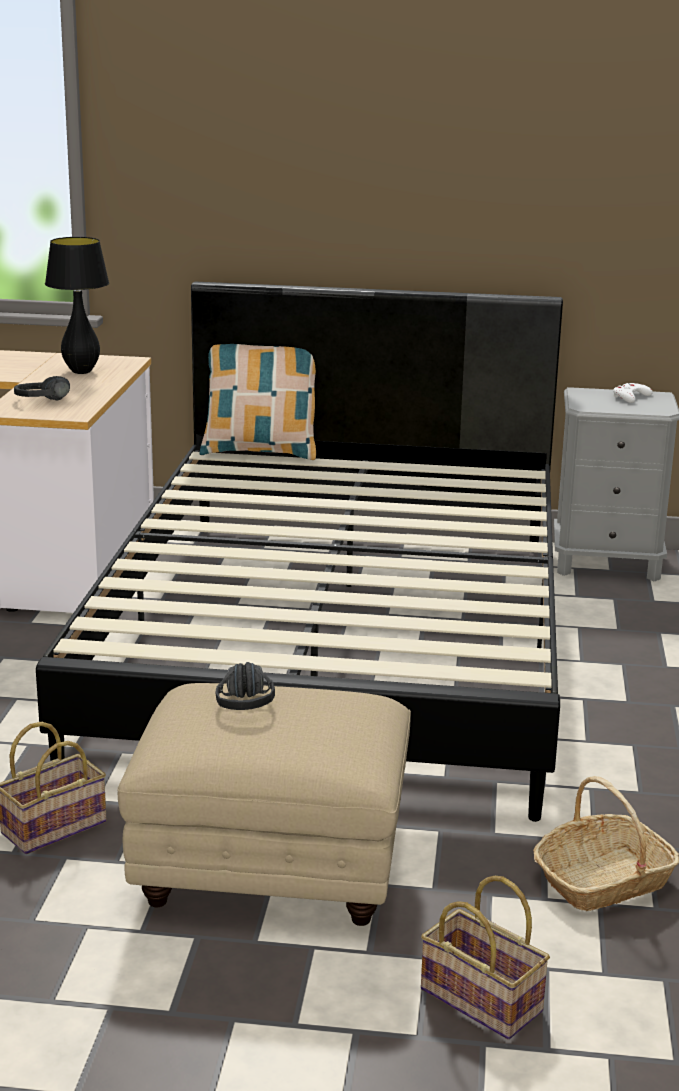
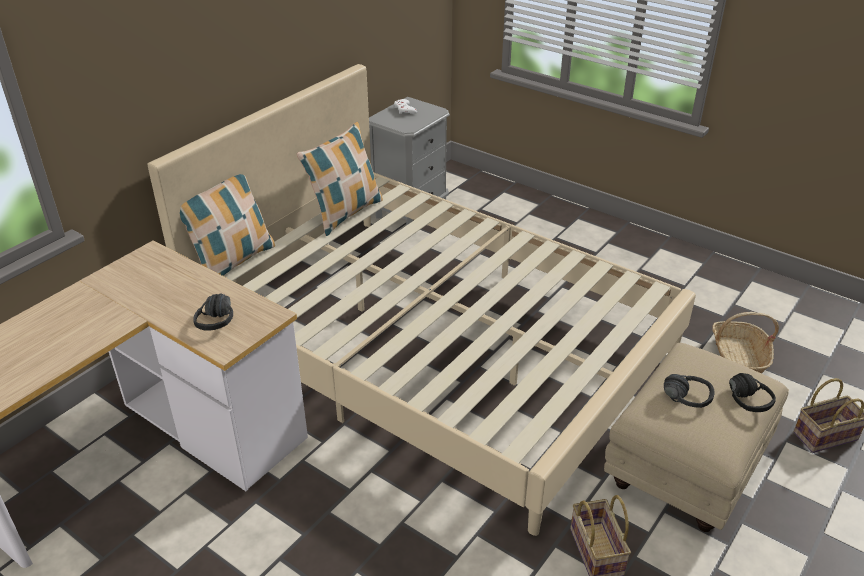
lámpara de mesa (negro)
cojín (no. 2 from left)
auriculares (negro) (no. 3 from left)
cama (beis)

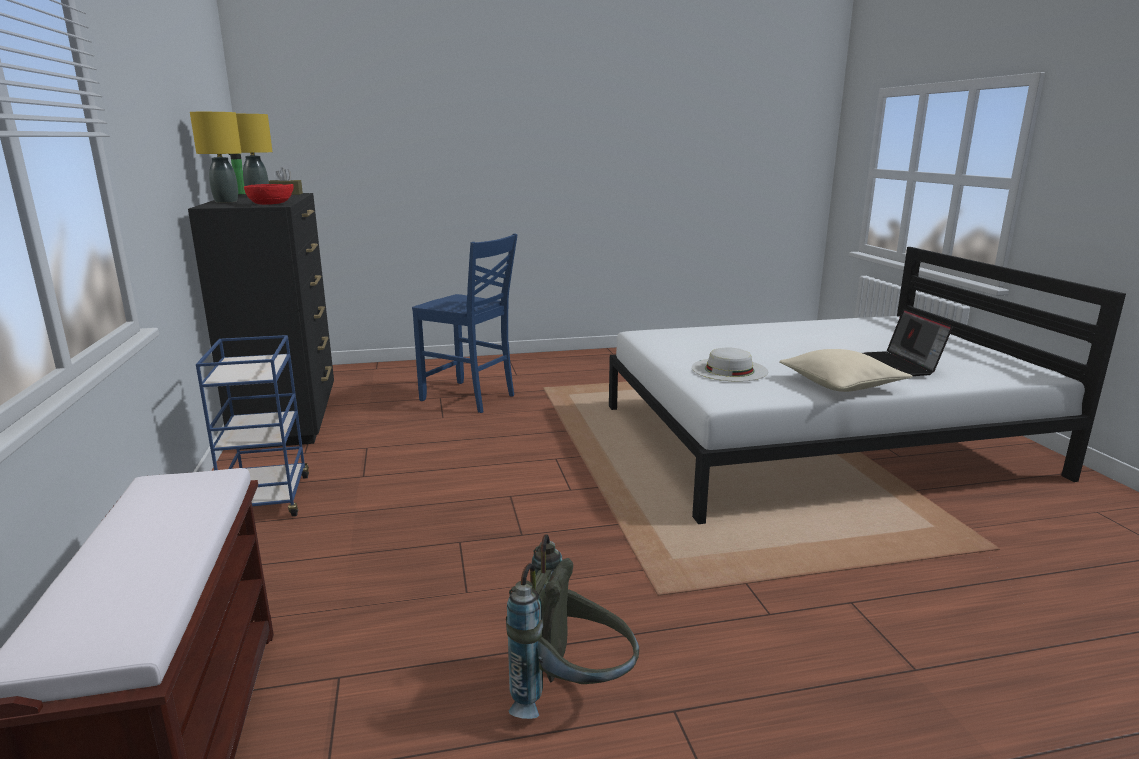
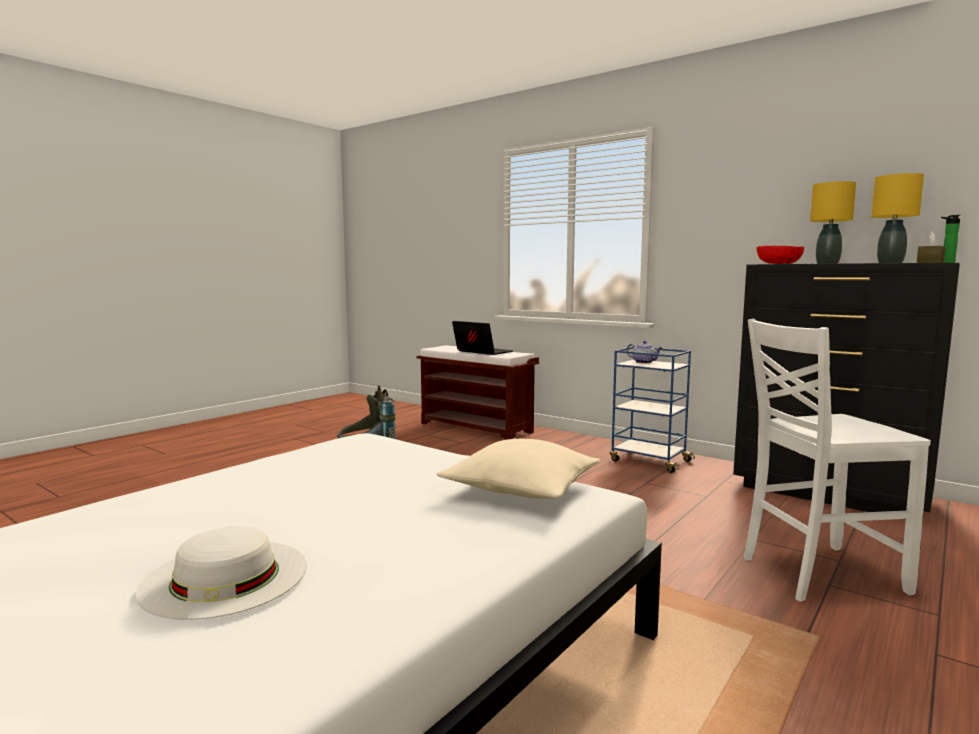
tetera
sombrero (blanco)
cojín (beis)
portátil
silla (blanco)

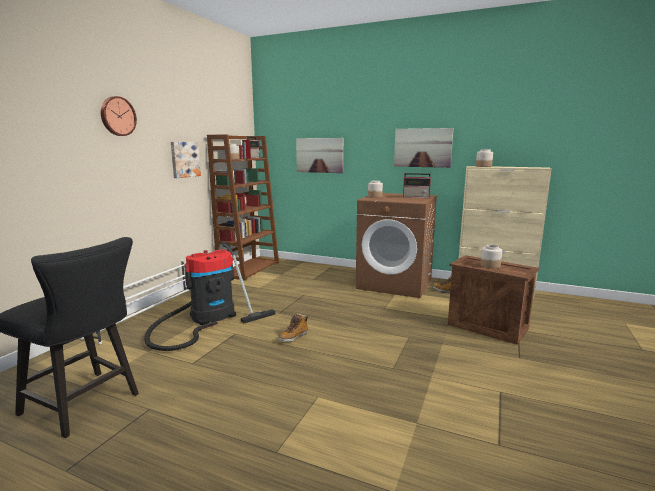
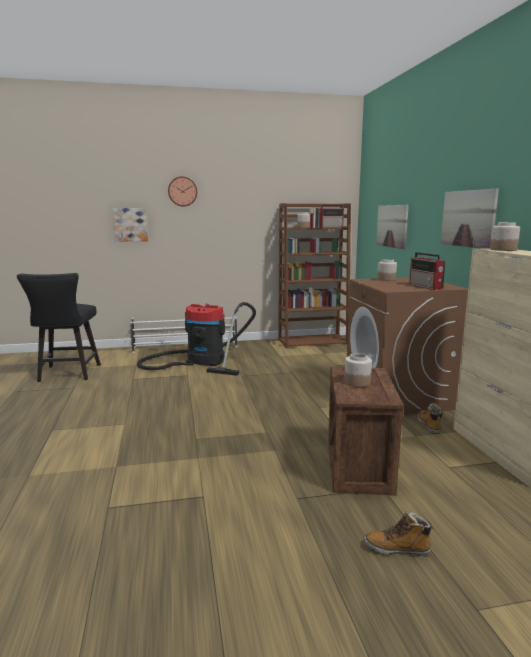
cuadro (no. 1 from left)
bota (no. 1 from left)

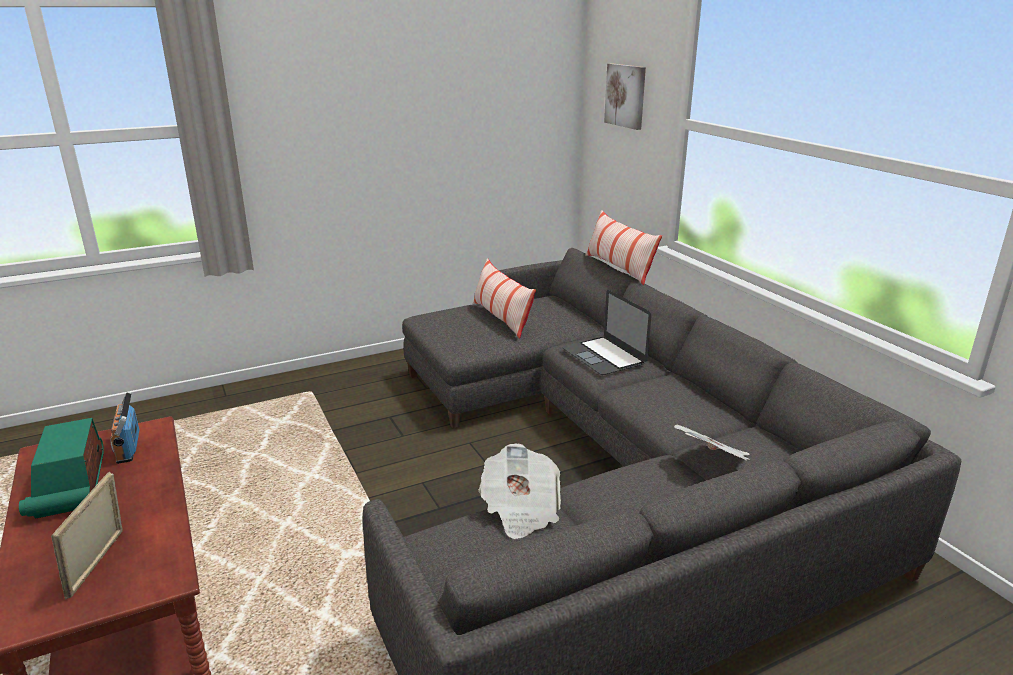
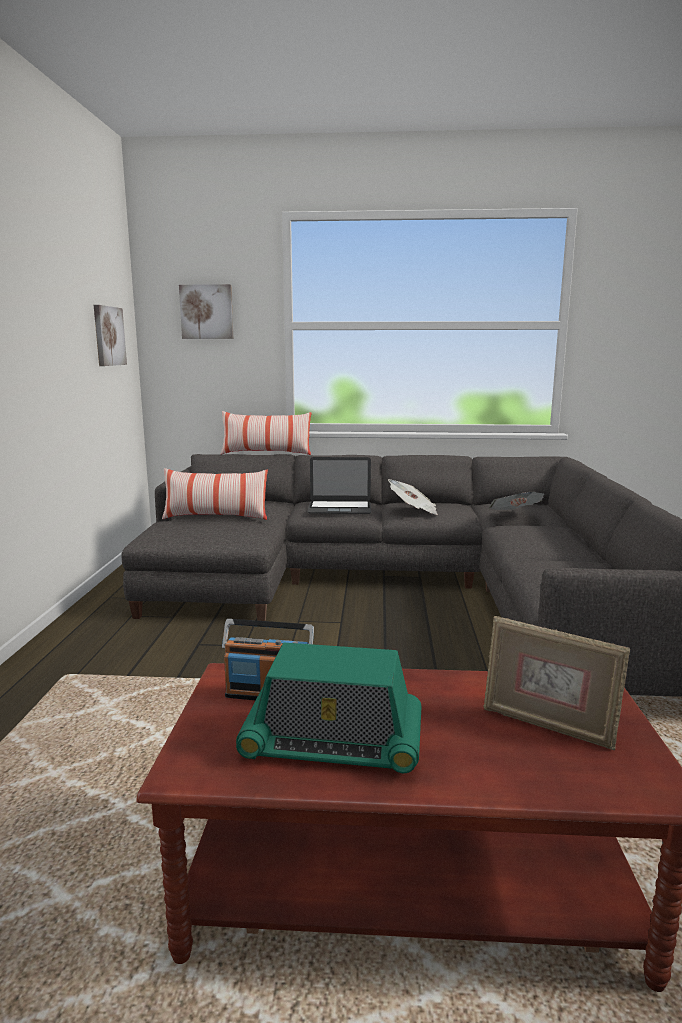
cuadro (no. 1 from left)
periódico (no. 1 from left)

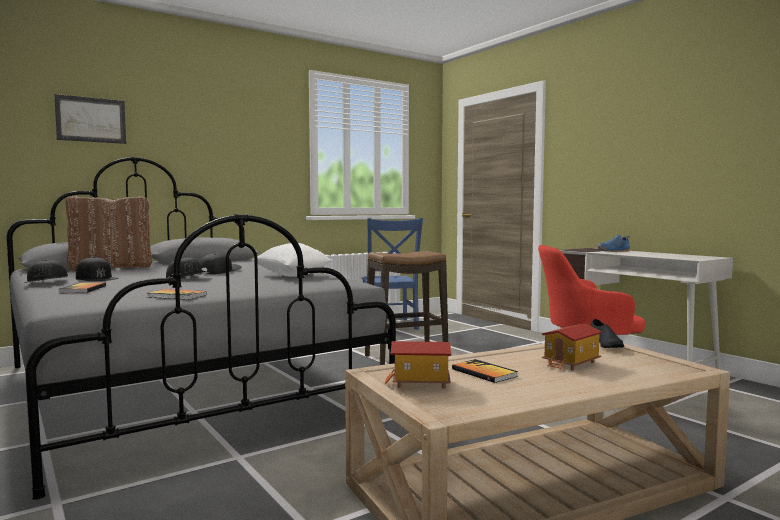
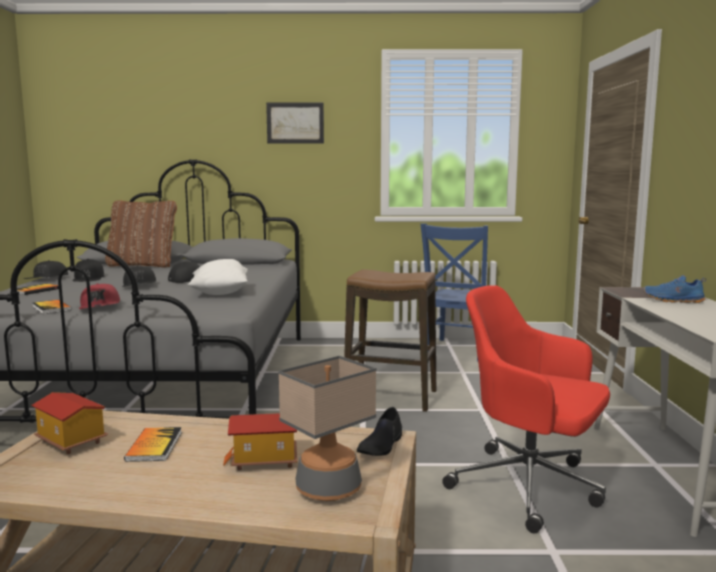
gorra (rojo)
lámpara de mesa
cuadro

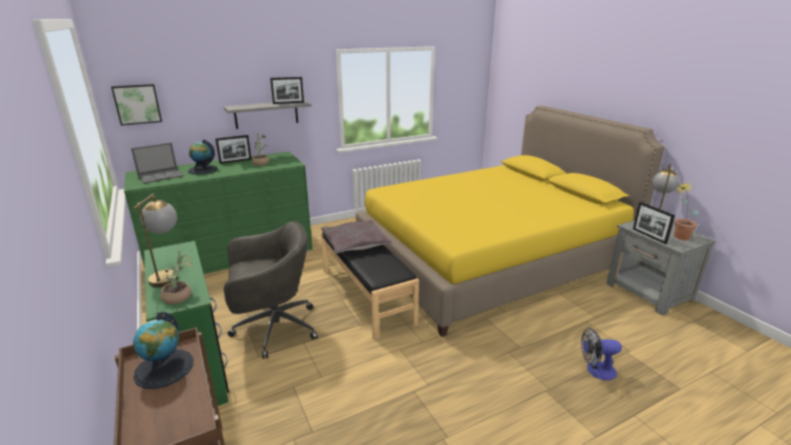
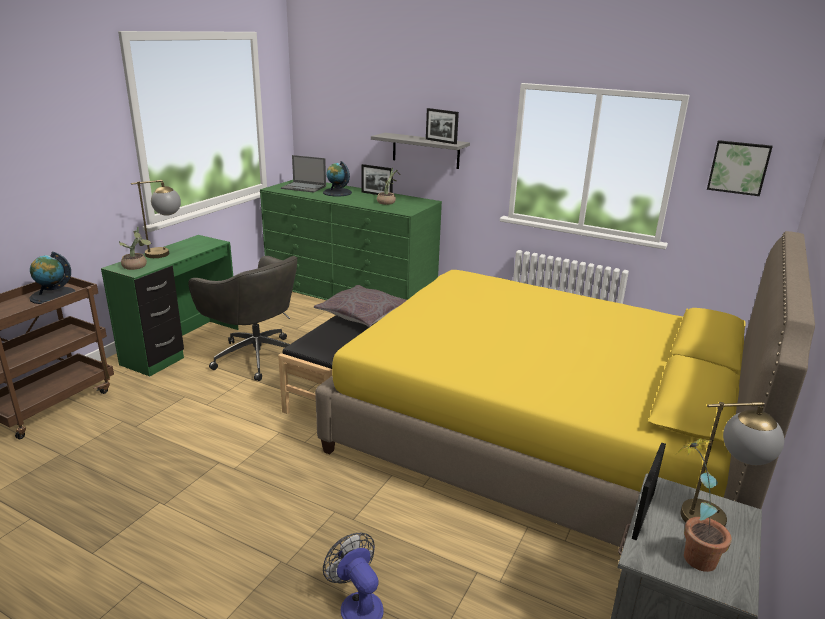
cuadro

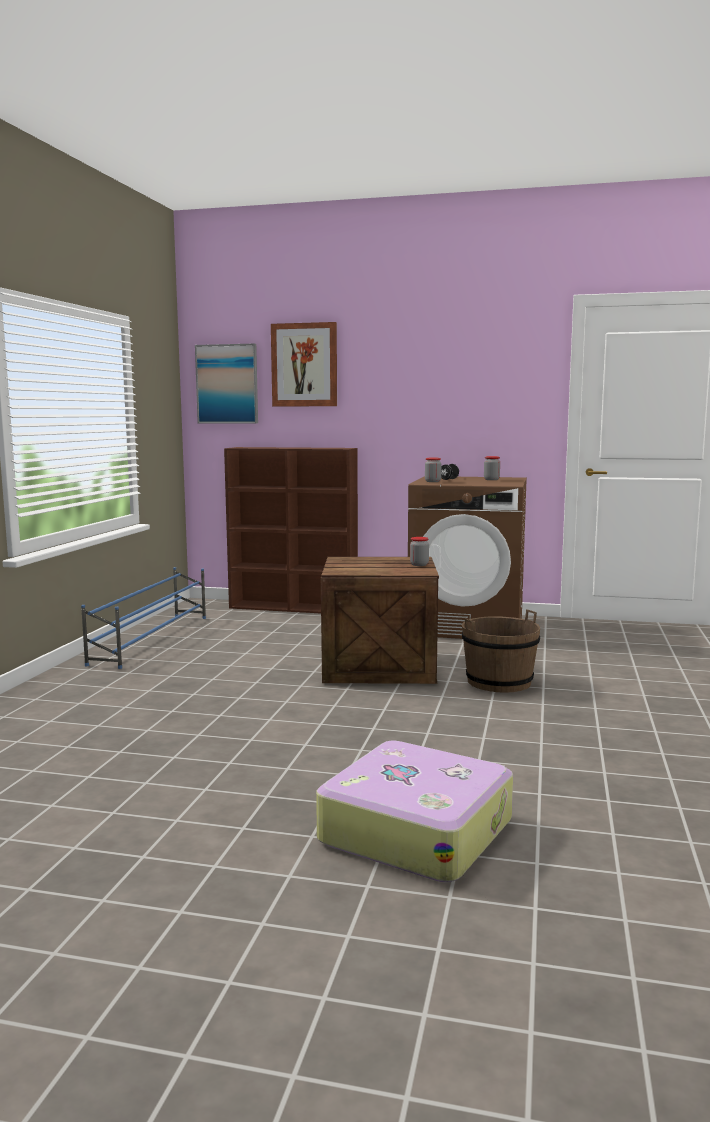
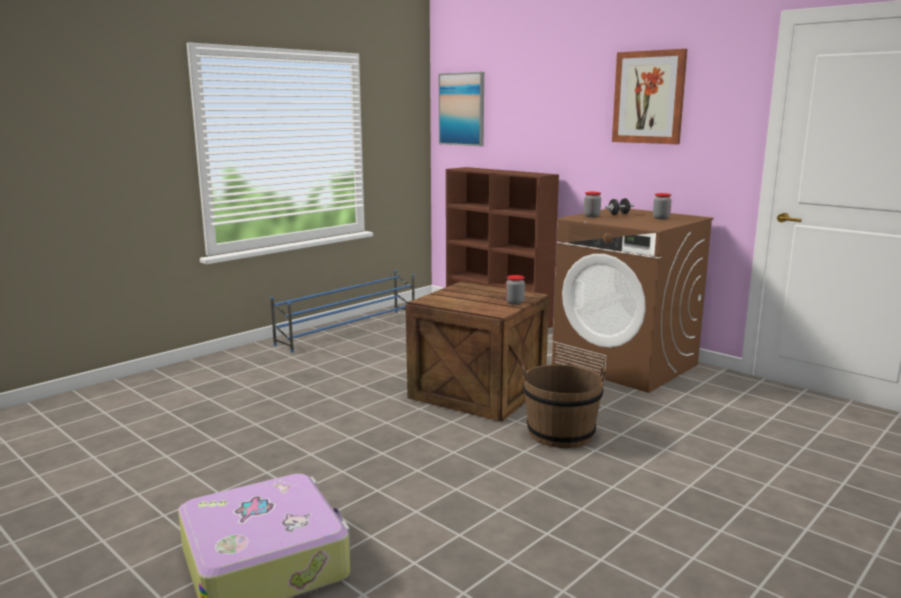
cuadro (no. 2 from left)

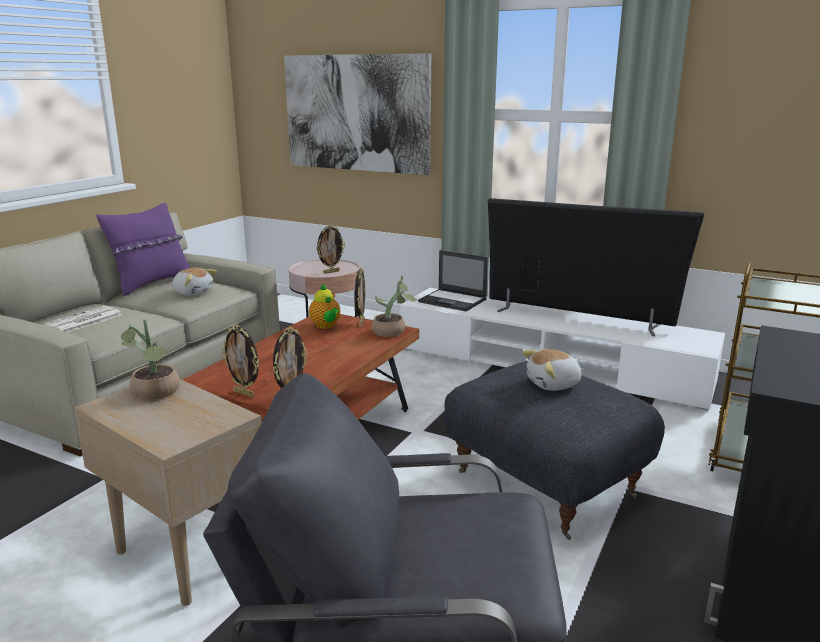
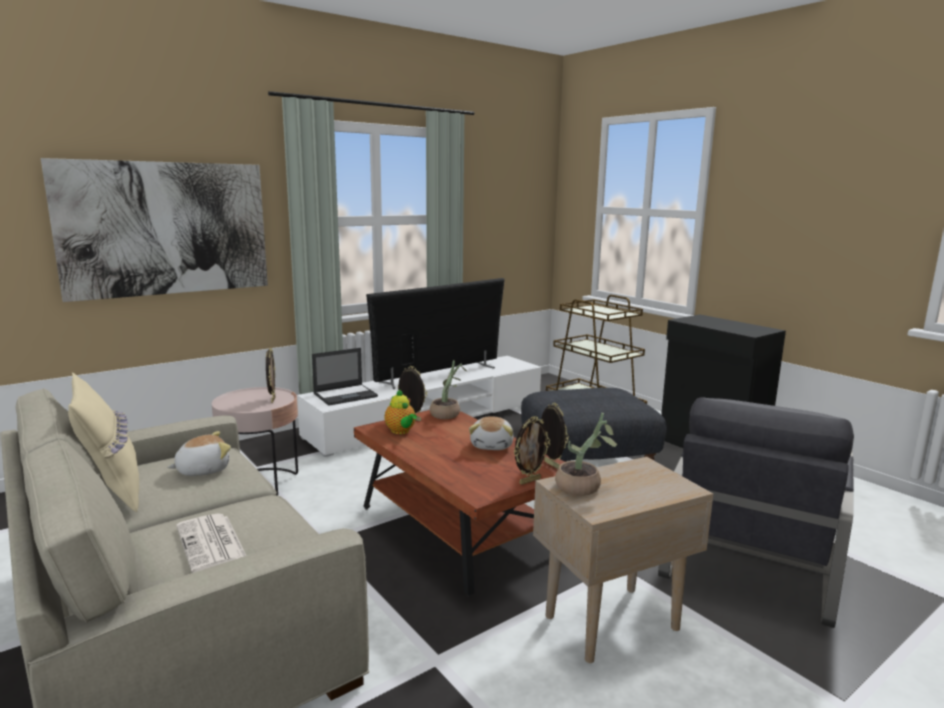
peluche (no. 2 from left)
cojín (beis)
tetera

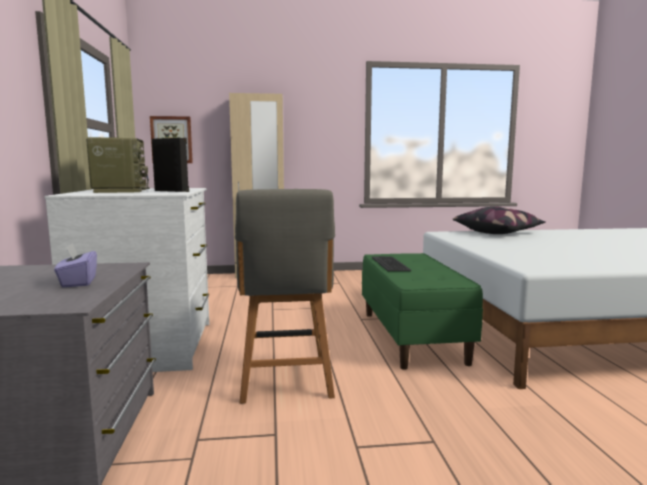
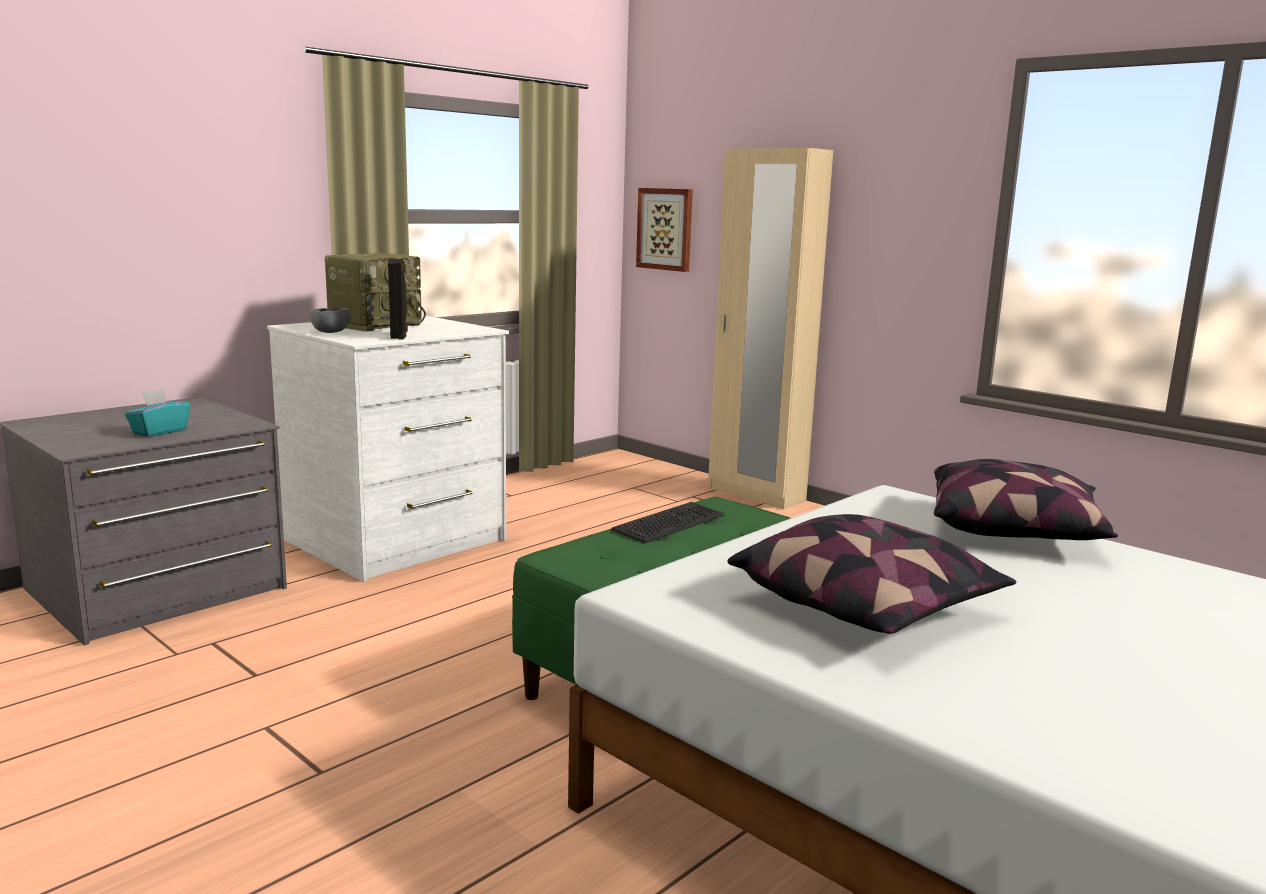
silla (gris)
cuenco (gris)
cojín (no. 1 from left)
caja de pañuelos (turquesa)

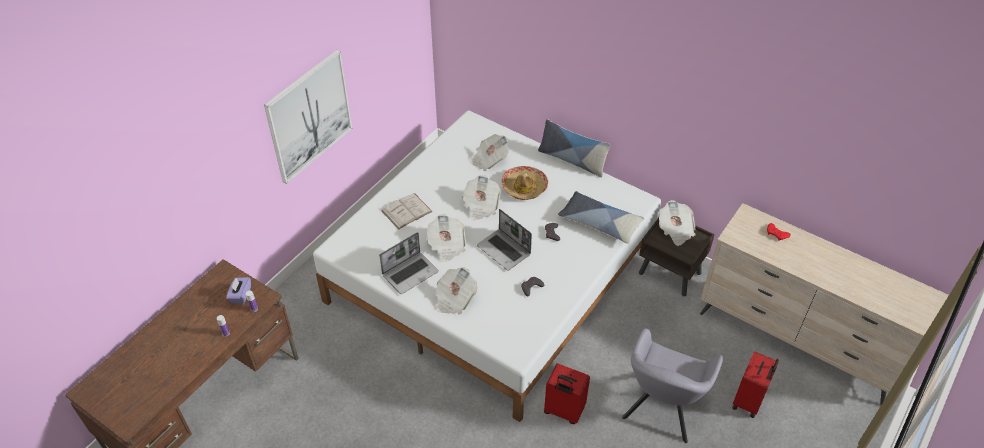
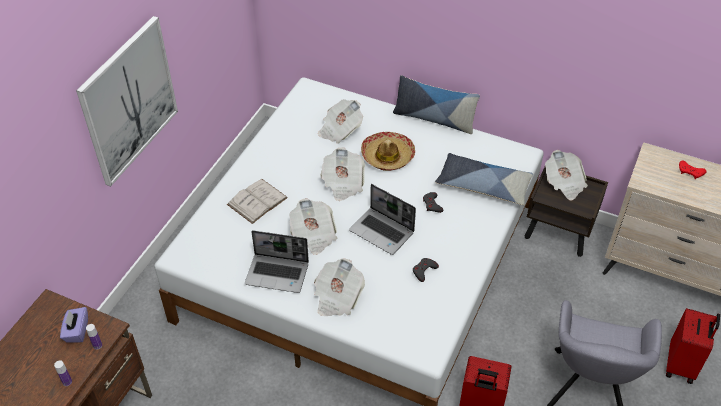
portátil (no. 1 from left)

